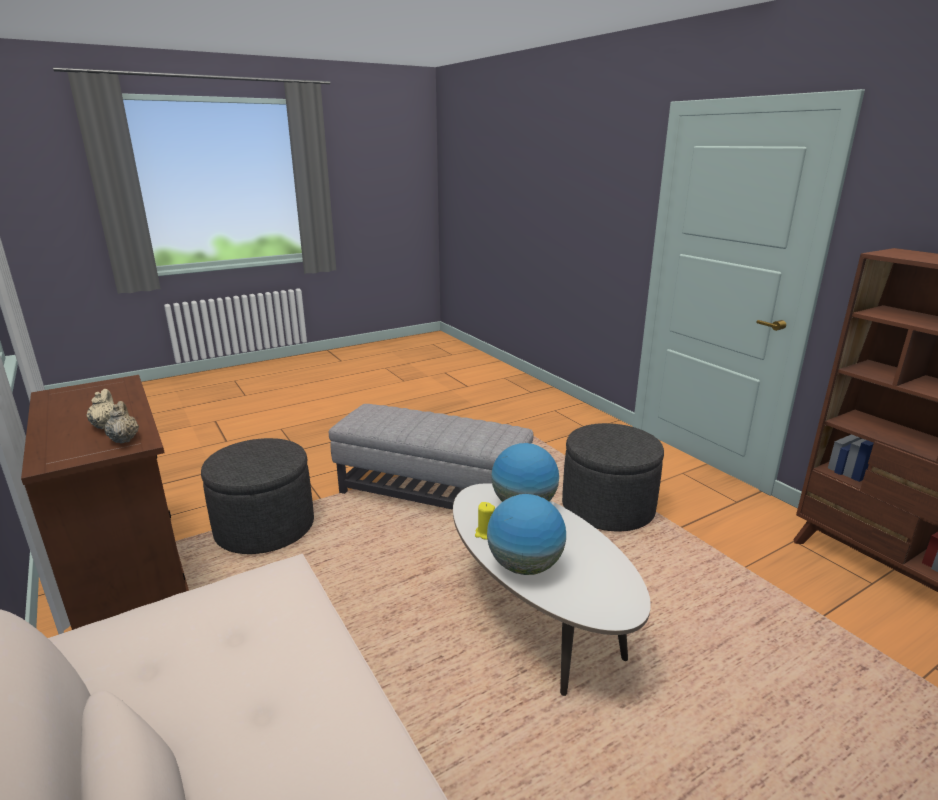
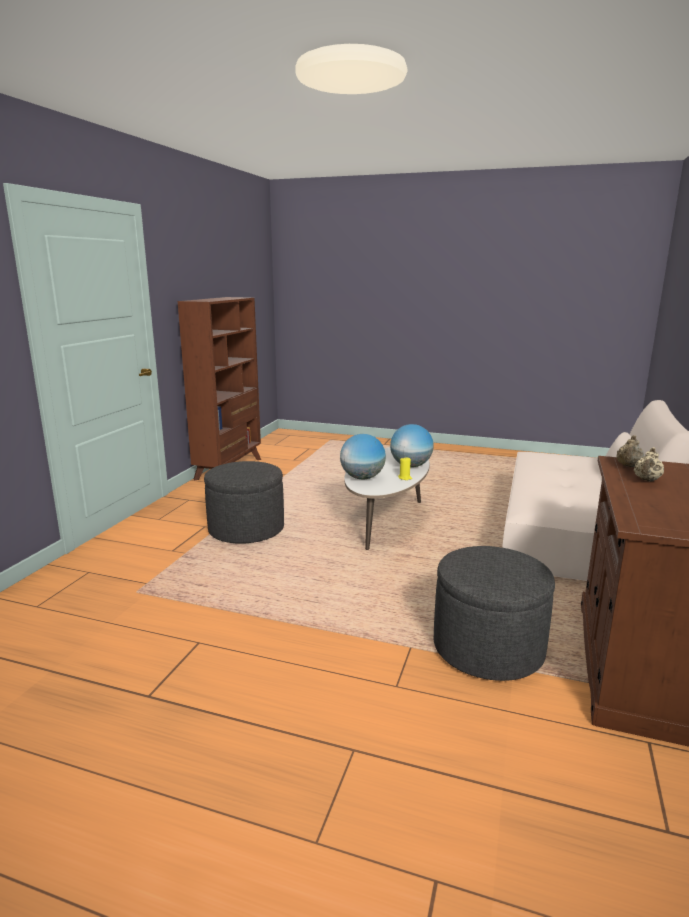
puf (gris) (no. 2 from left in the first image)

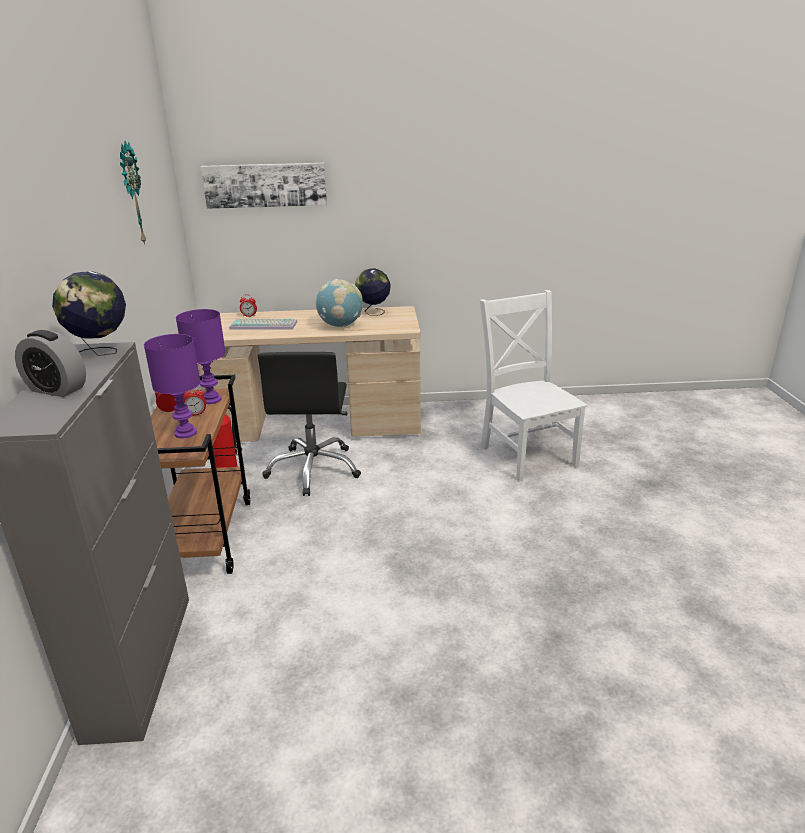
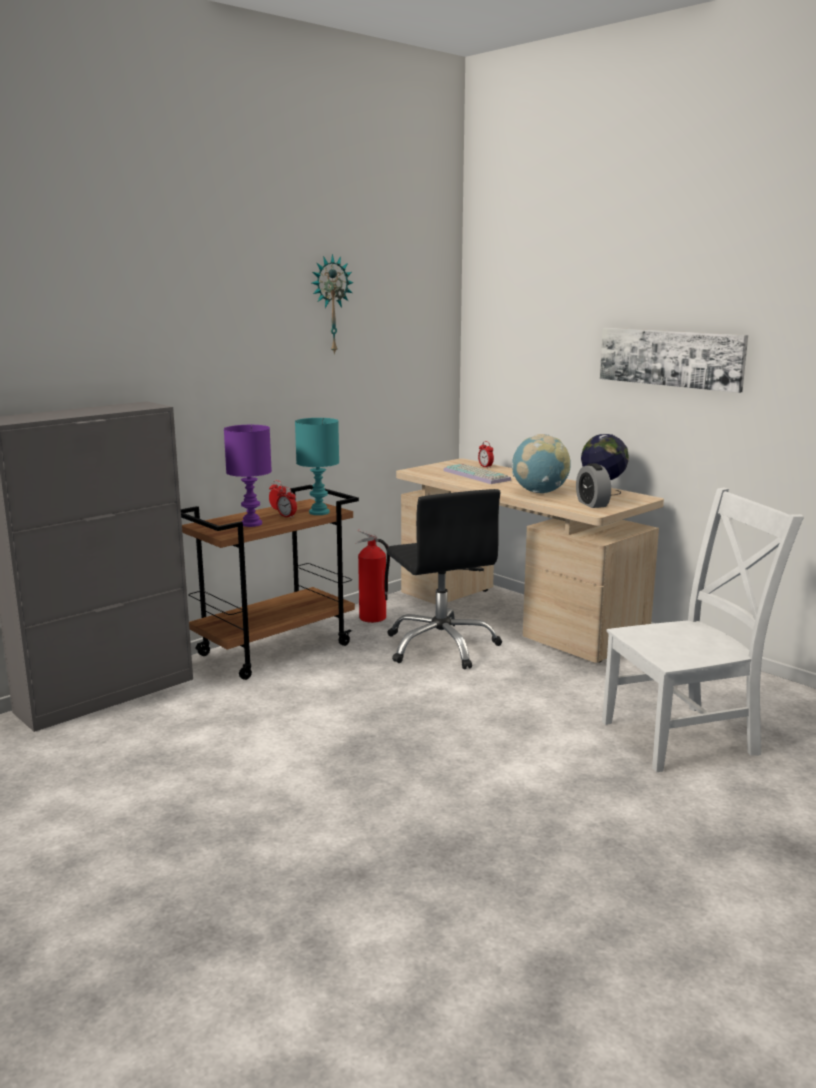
globo terráqueo (no. 1 from left in the first image)
despertador (no. 4 from left)
cuadro
lámpara de mesa (turquesa)
silla de oficina (negro)
silla (blanco)

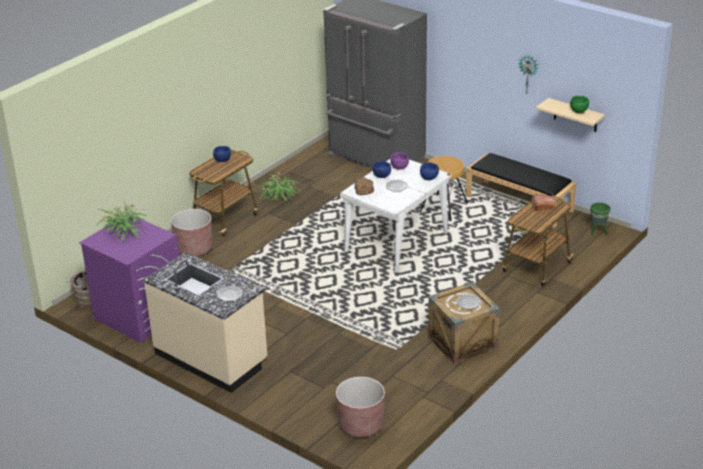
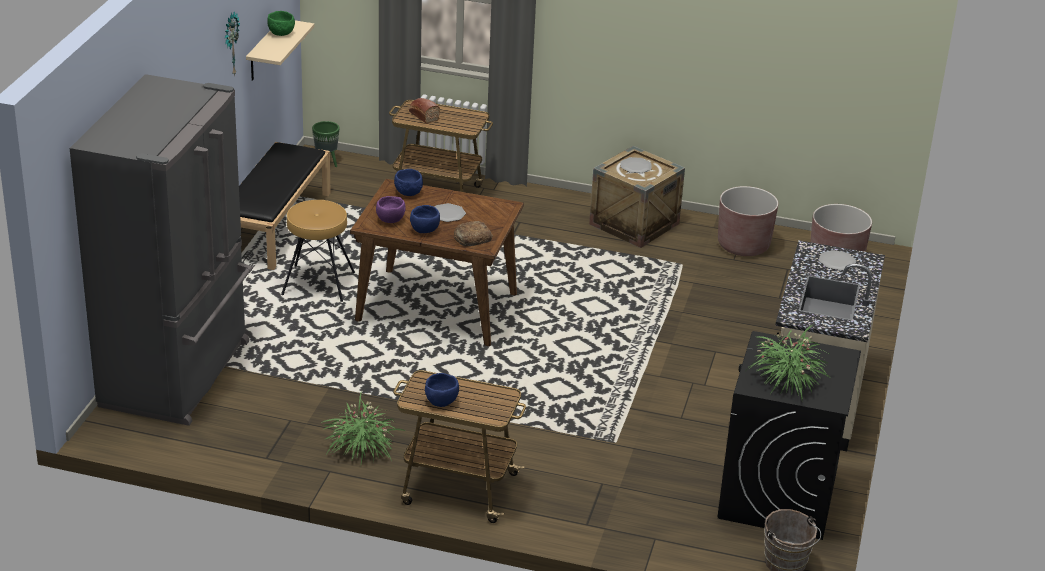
maceta (marrón) (no. 1 from left)
lavadora (negro)
mesa de comedor (marrón)

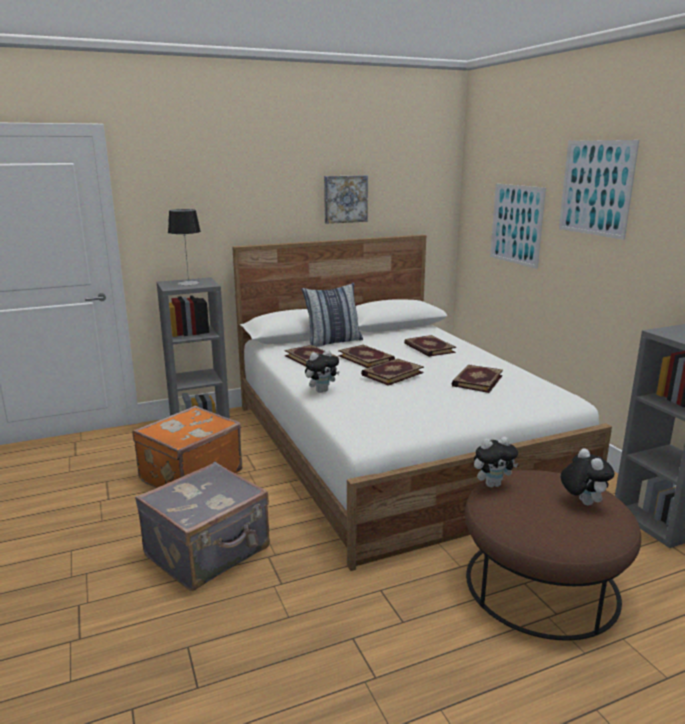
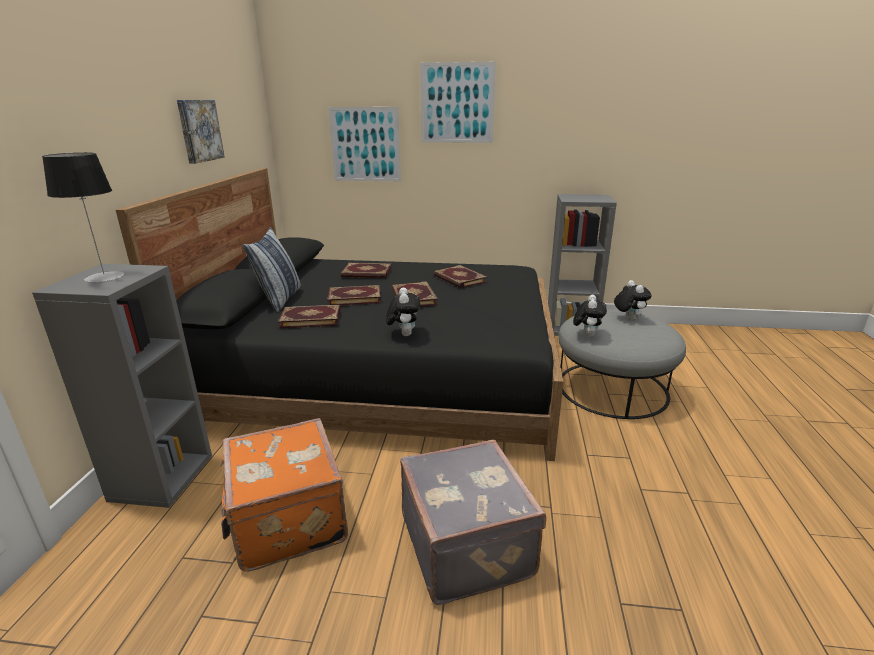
cama (negro)
puf (gris)
peluche (no. 3 from left)

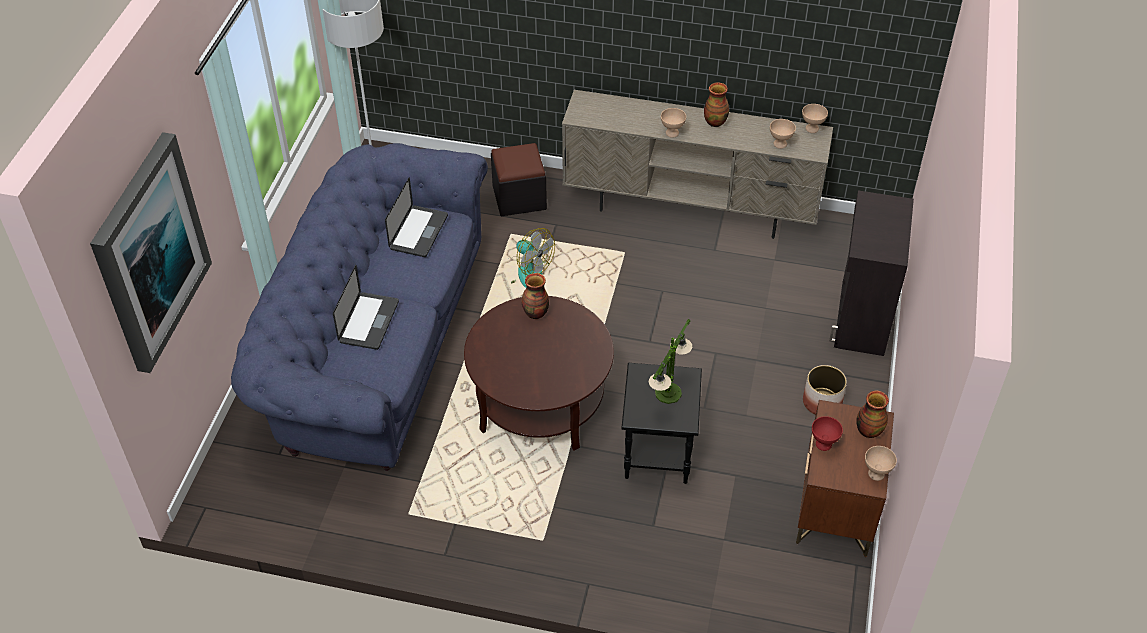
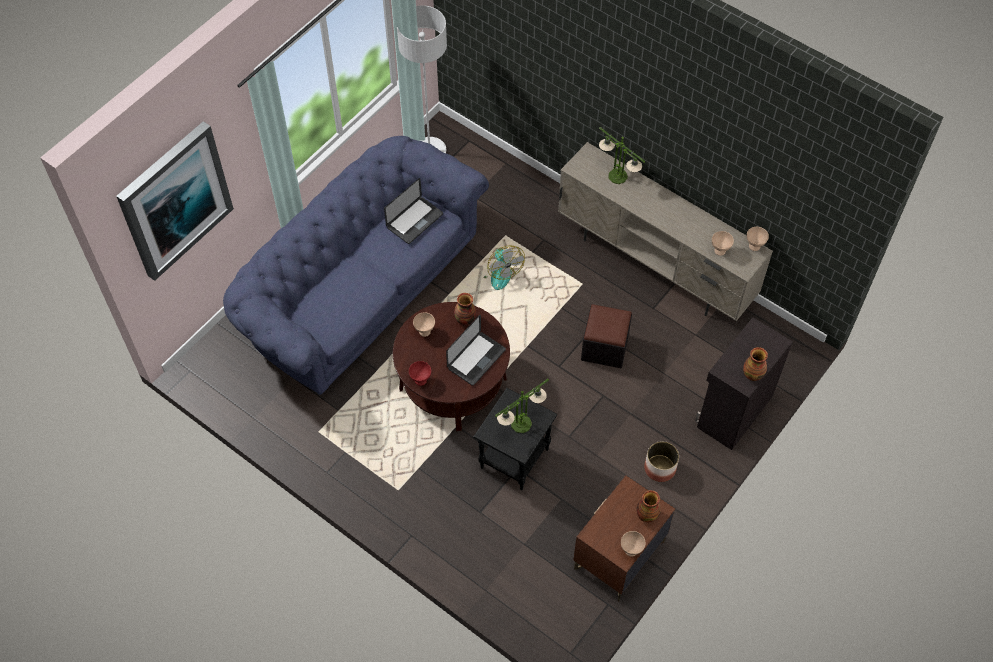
lámpara de mesa (no. 2 from left)
portátil (no. 2 from left)
puf (negro)
cuenco (beis) (no. 1 from left)
florero (no. 3 from left)
cuenco (rojo)

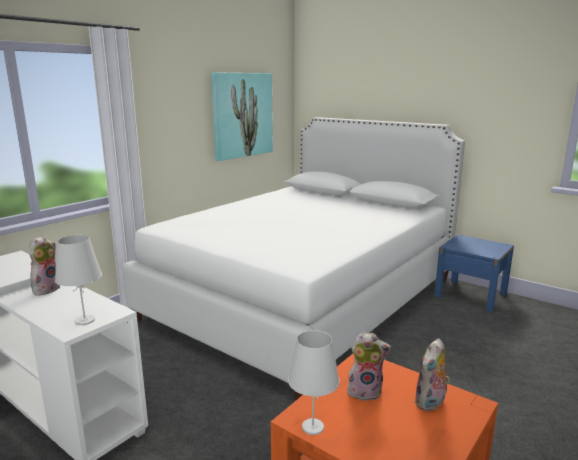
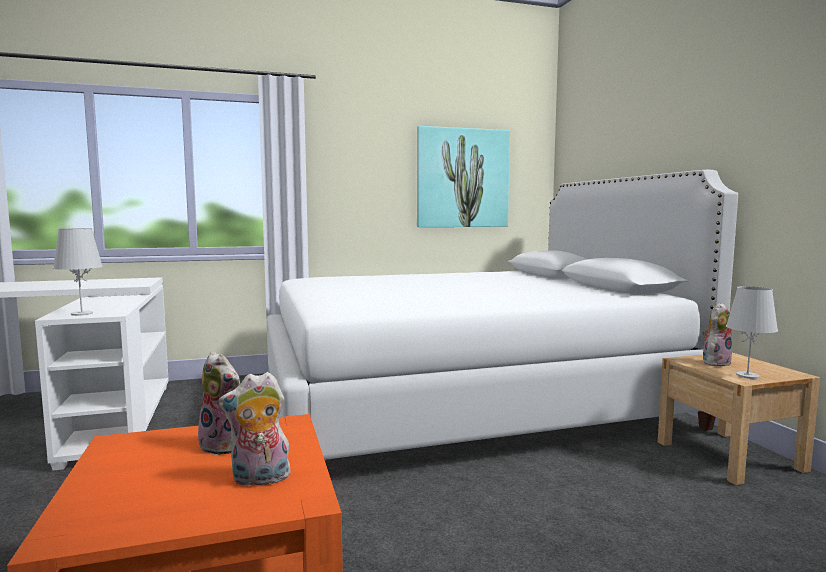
peluche (no. 3 from left)
lámpara de mesa (blanco) (no. 2 from left)
mesita de noche (beis)

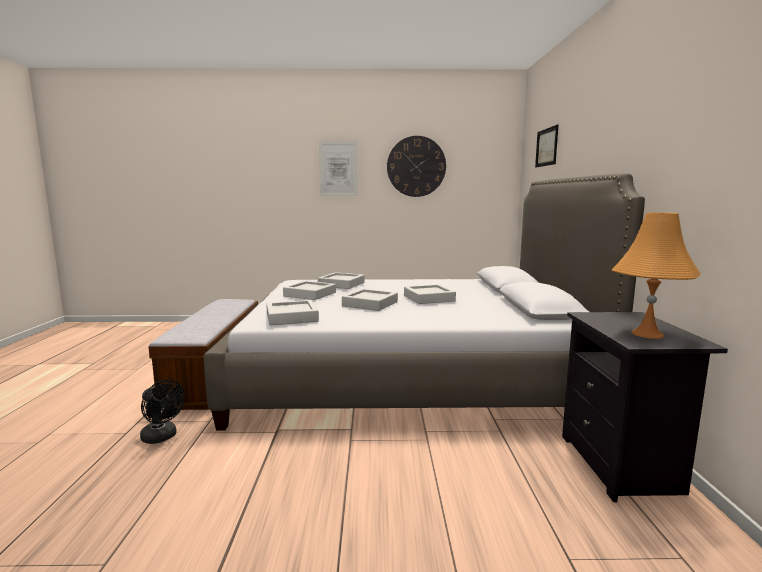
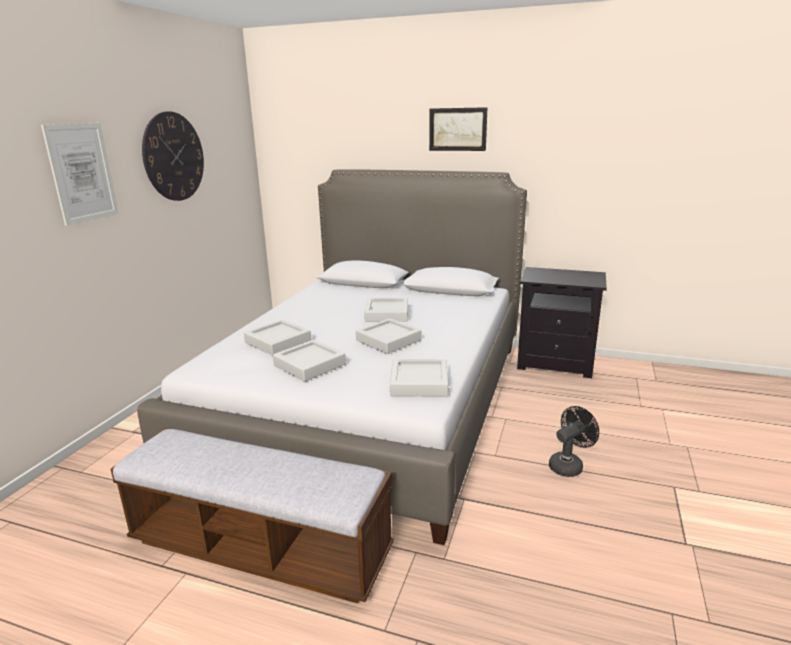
lámpara de mesa (naranja)
ventilador (negro)
cuadro (no. 2 from left)

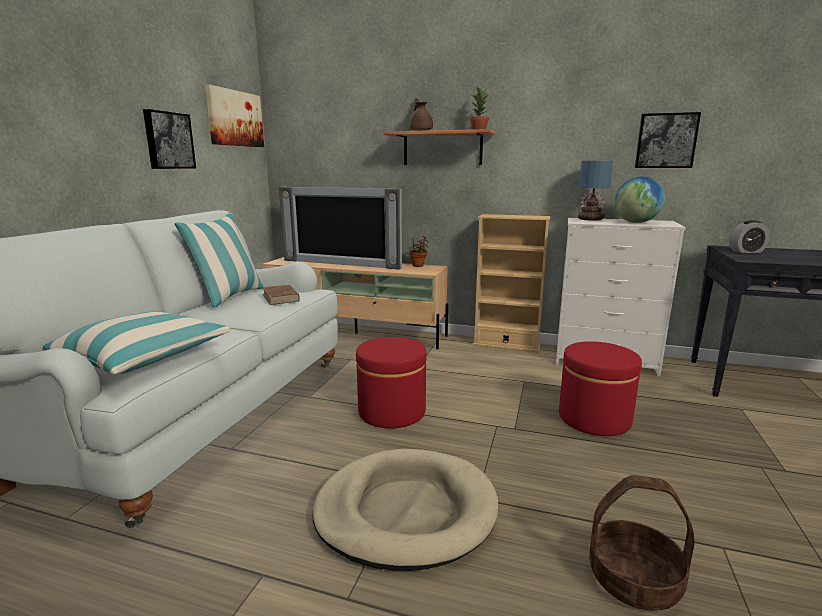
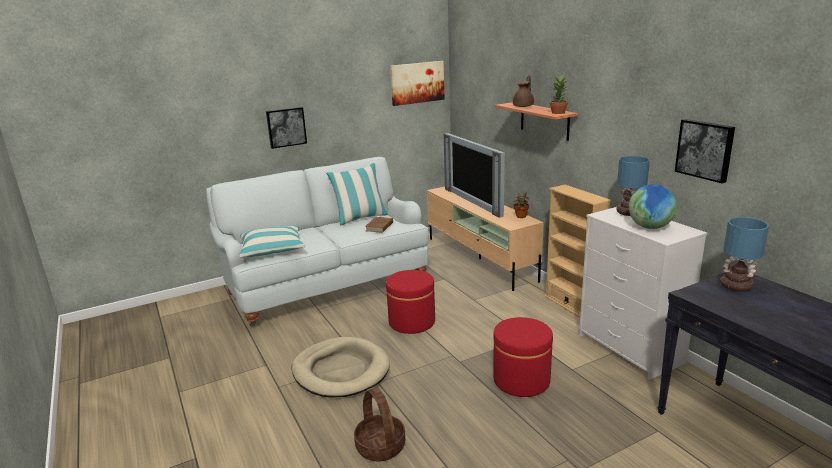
cuadro (no. 1 from left)
lámpara de mesa (no. 2 from left)

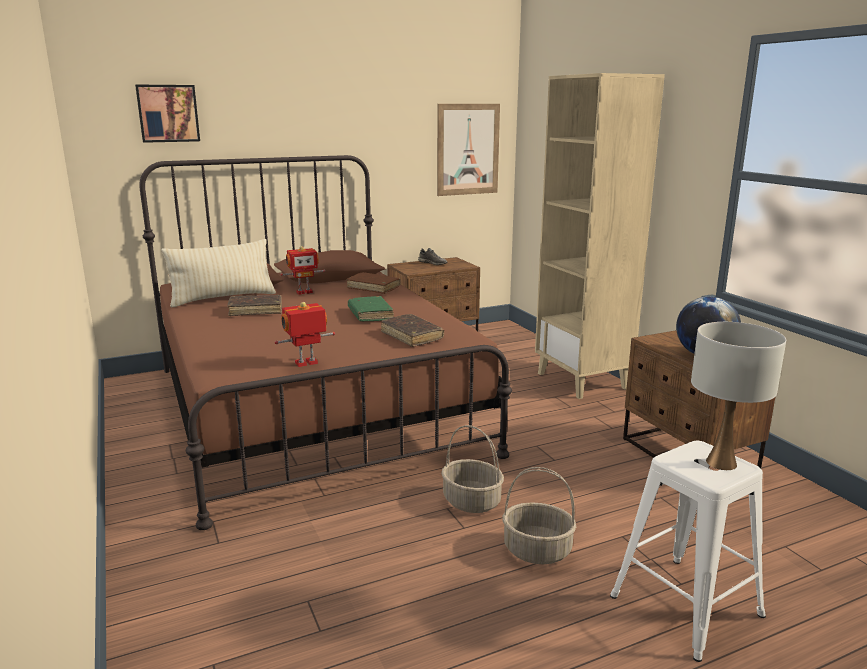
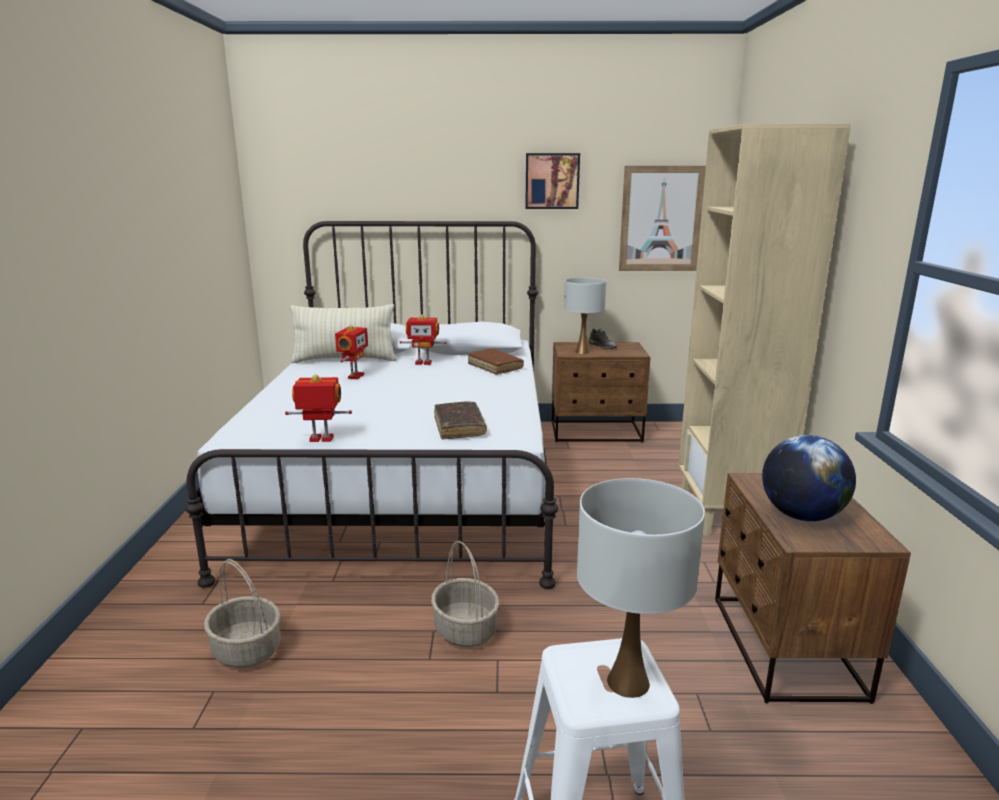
libro (verde)
lámpara de mesa (blanco) (no. 1 from left)
cuadro (no. 1 from left)
cesta (no. 1 from left)
robot de juguete (no. 2 from left)
cama (blanco)

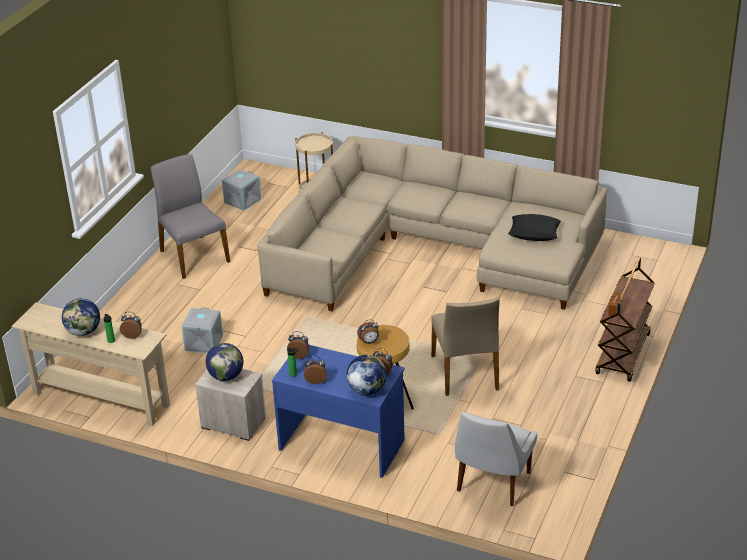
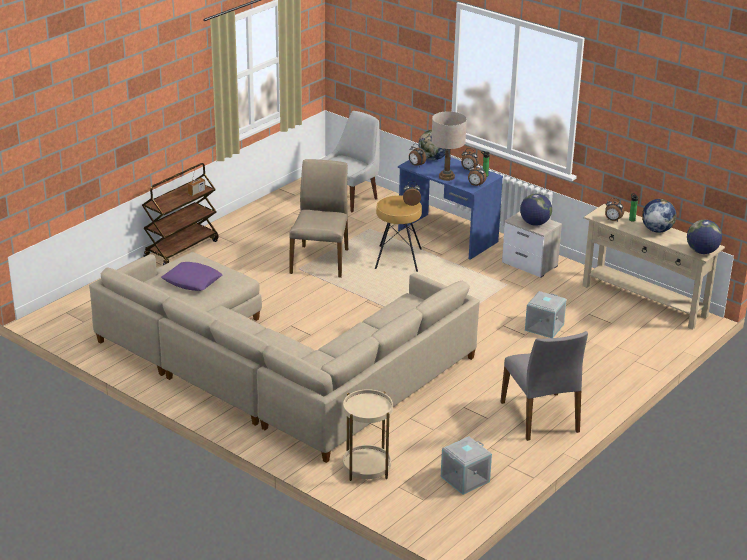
lámpara de mesa (beis)
globo terráqueo (no. 4 from left)
cojín (morado)

